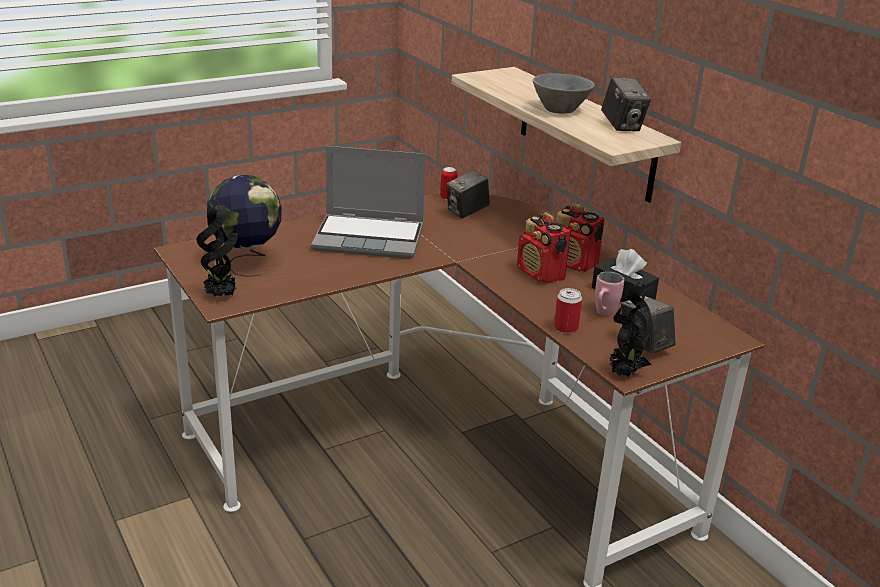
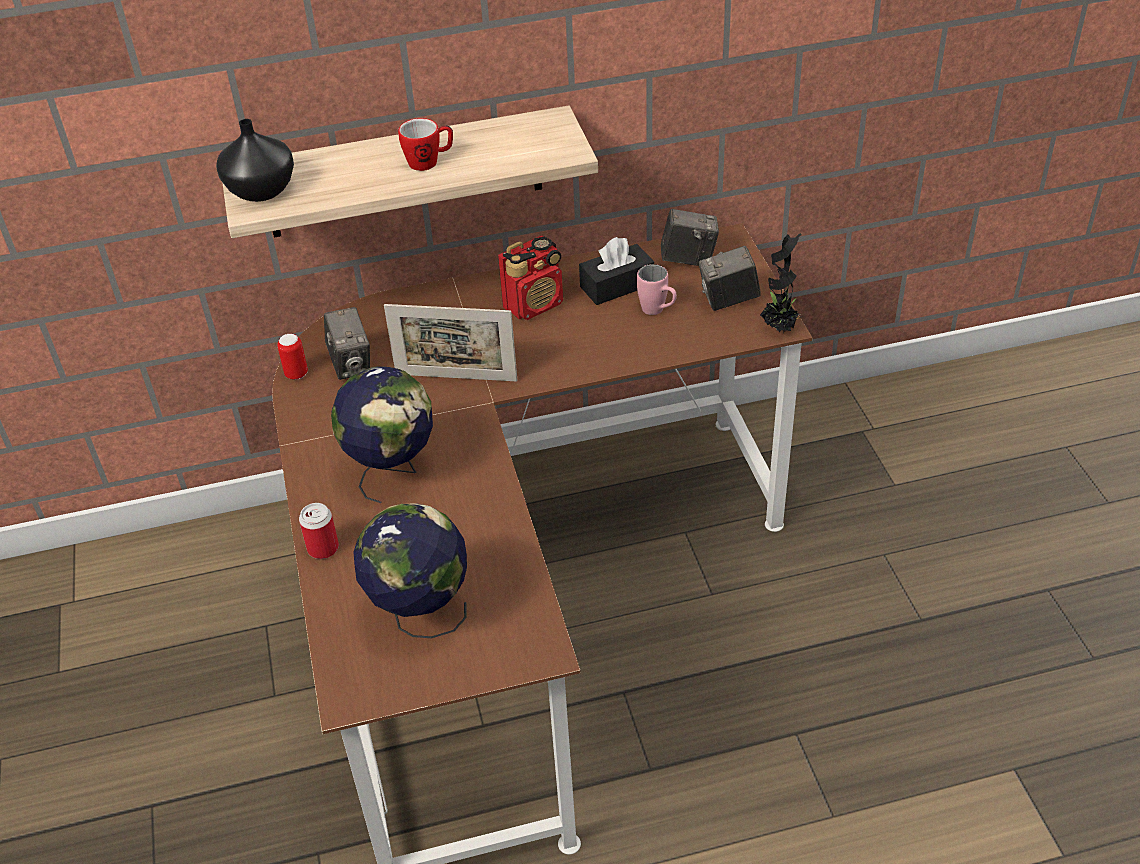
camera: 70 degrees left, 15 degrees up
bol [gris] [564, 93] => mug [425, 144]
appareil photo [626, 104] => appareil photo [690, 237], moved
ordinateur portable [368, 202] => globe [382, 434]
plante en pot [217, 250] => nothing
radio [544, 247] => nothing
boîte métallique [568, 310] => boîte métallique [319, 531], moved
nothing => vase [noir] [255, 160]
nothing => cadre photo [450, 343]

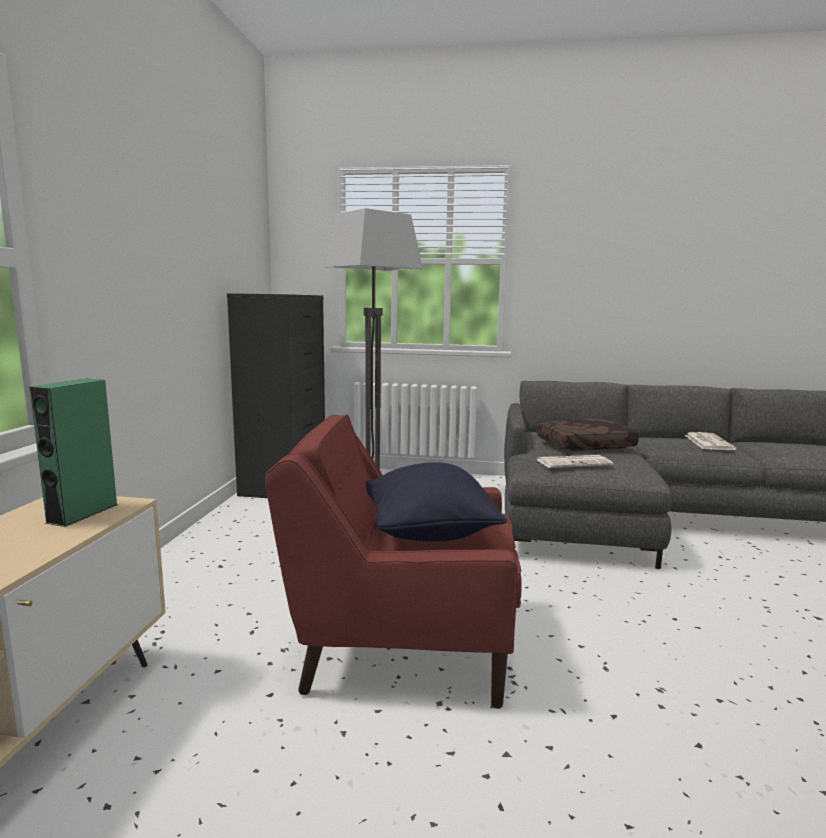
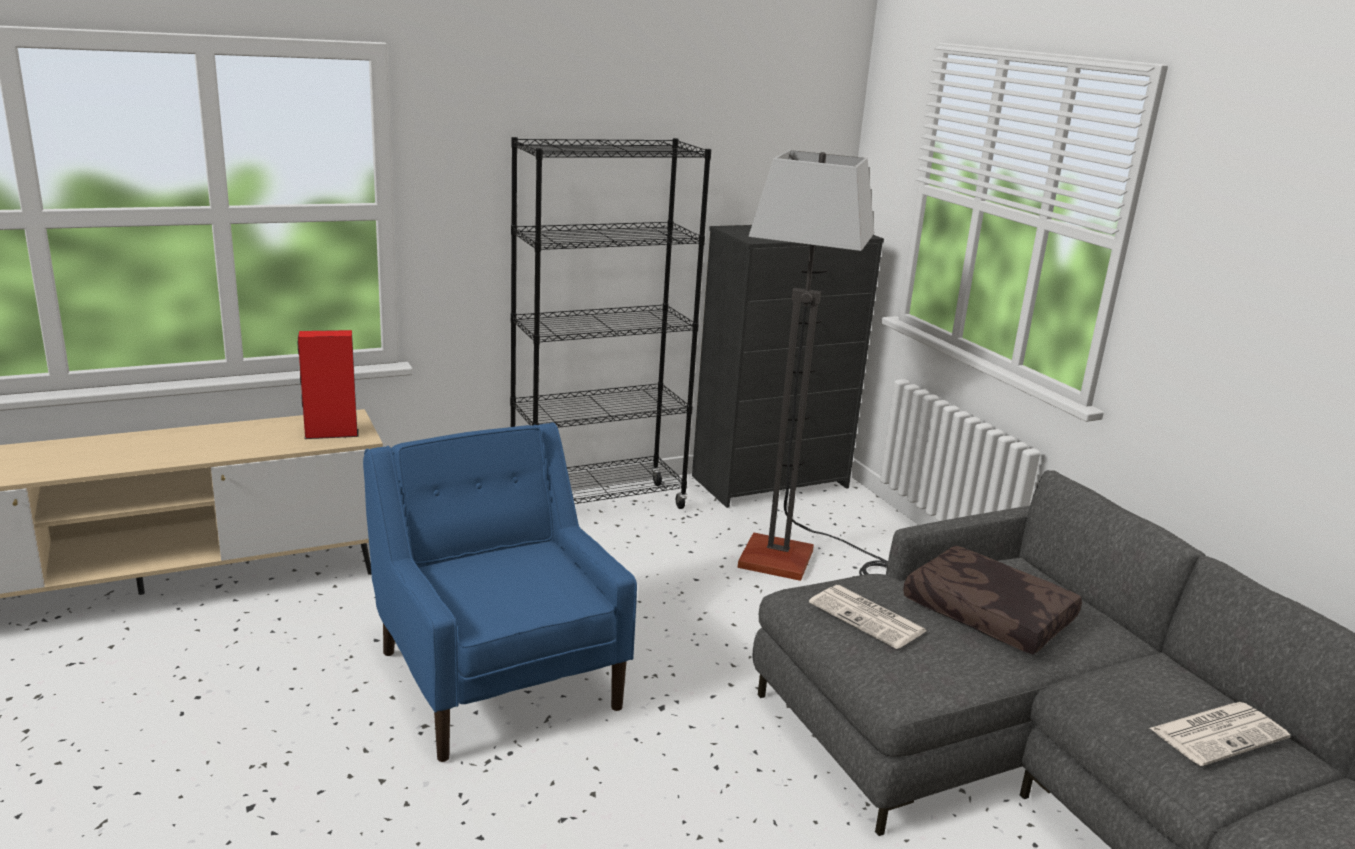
camera: 55 degrees right, 10 degrees up
enceinte [vert] [74, 453] => enceinte [rouge] [328, 384]
fauteuil [rouge] [393, 561] => fauteuil [bleu] [500, 592]
coussin [noir] [436, 502] => nothing
nothing => bibliothèque [noir] [610, 323]

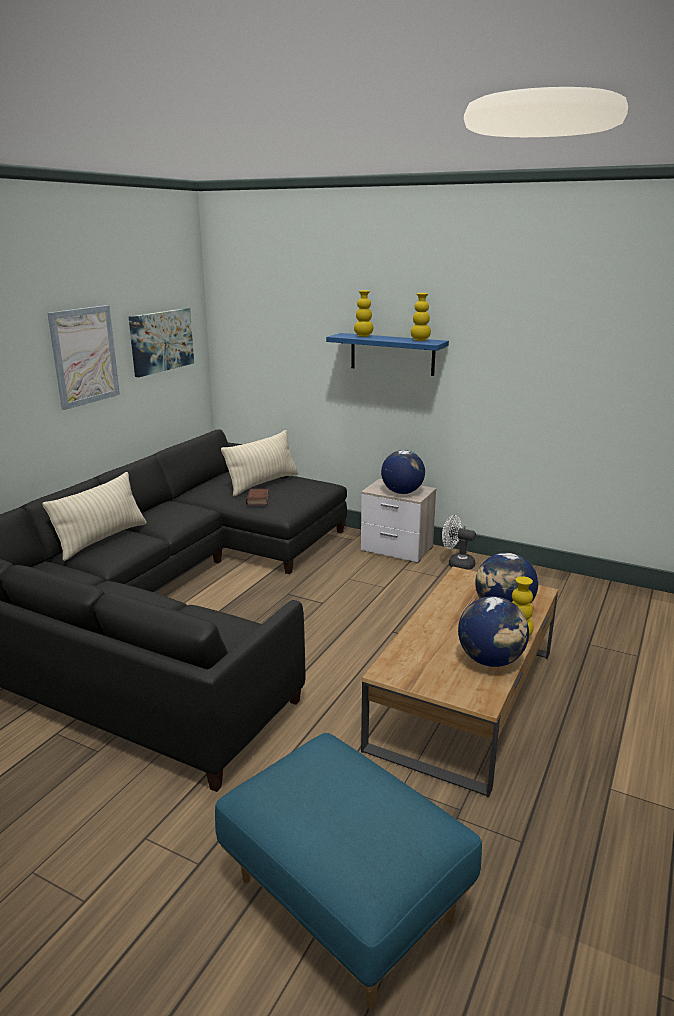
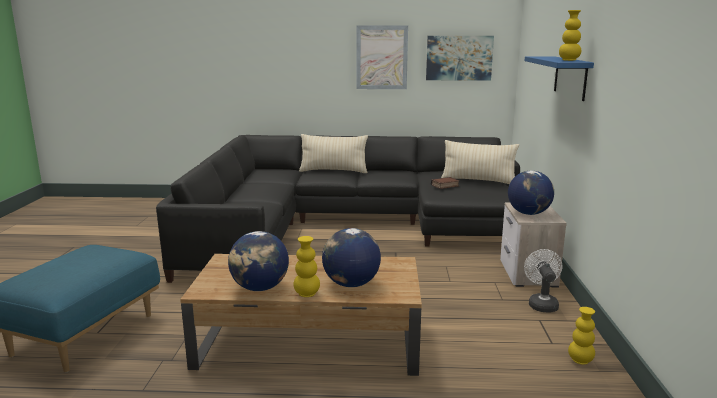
camera: 65 degrees right, 5 degrees down
vase [jaune] [363, 313] => vase [jaune] [581, 336], moved

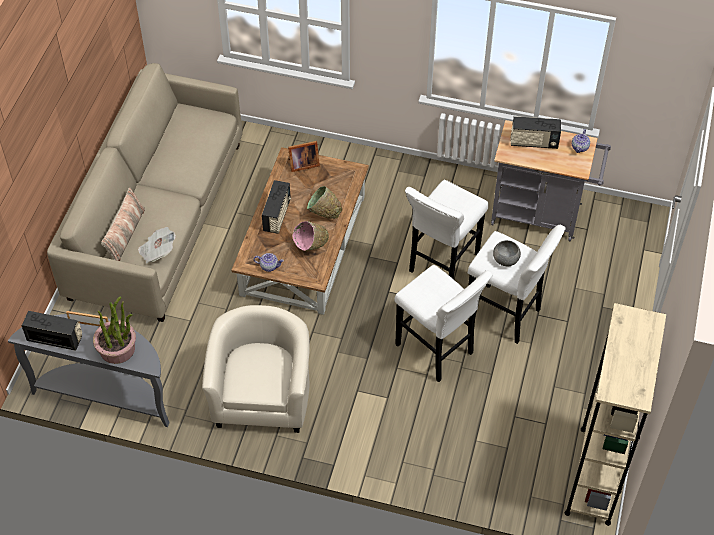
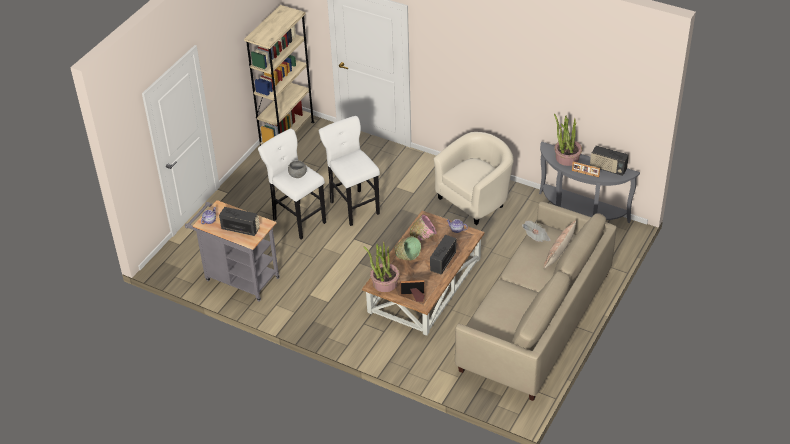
camera: 165 degrees left, 10 degrees down
tabouret [blanc] [447, 229] => nothing
fauteuil [beige] [256, 369] => fauteuil [beige] [474, 178], 150 degrees counterclockwise
nothing => plante en pot [382, 267]

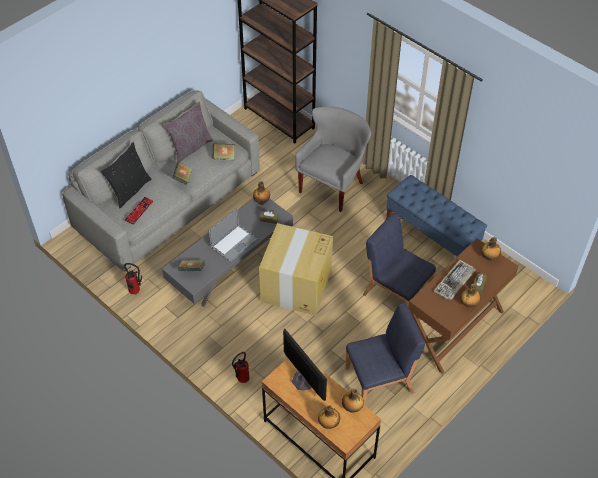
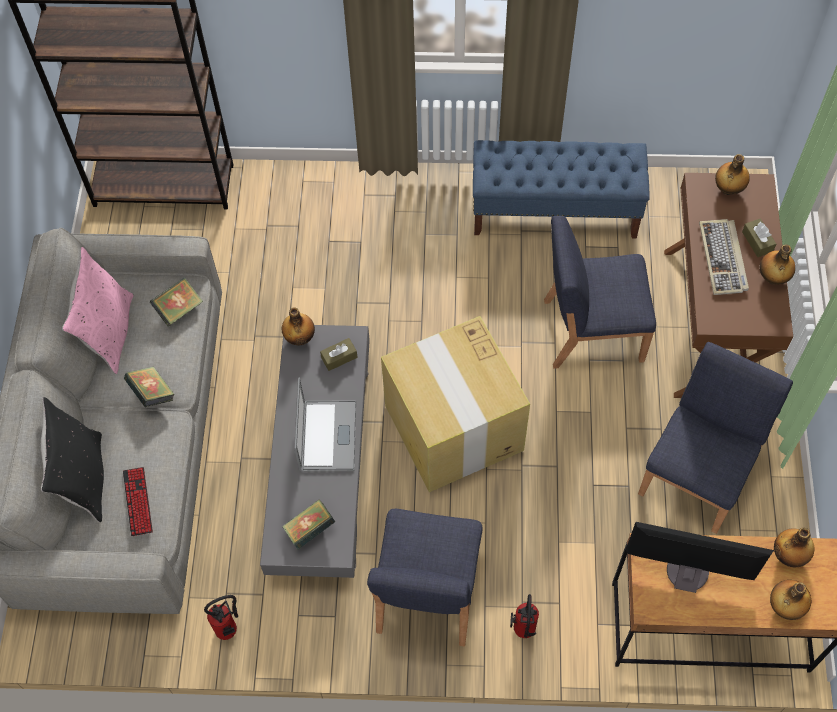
camera: 40 degrees left, 10 degrees up
coussin [gris] [188, 132] => coussin [rose] [97, 310]
fauteuil [gris] [333, 159] => nothing
nothing => chaise [bleu] [424, 578]

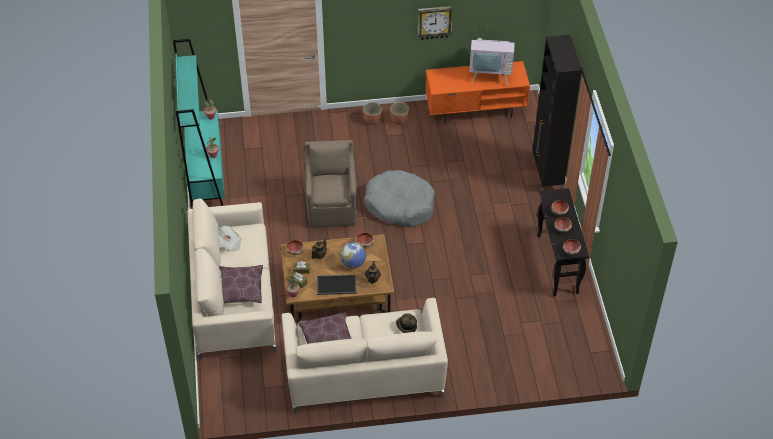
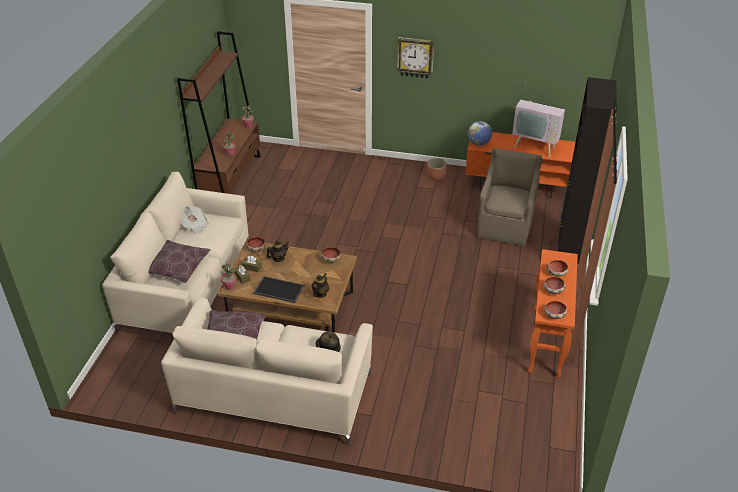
camera: 20 degrees right, 10 degrees down
horloge murale [435, 23] => horloge murale [415, 57], moved
bibliothèque [turquoise] [199, 123] => bibliothèque [marron] [218, 112]
cache-pot [372, 113] => nothing
fauteuil [marron] [331, 184] => fauteuil [marron] [509, 197], moved
panier pour chien [gris] [399, 198] => nothing
table console [noir] [563, 242] => table console [orange] [553, 313]
globe [353, 255] => globe [480, 133], moved

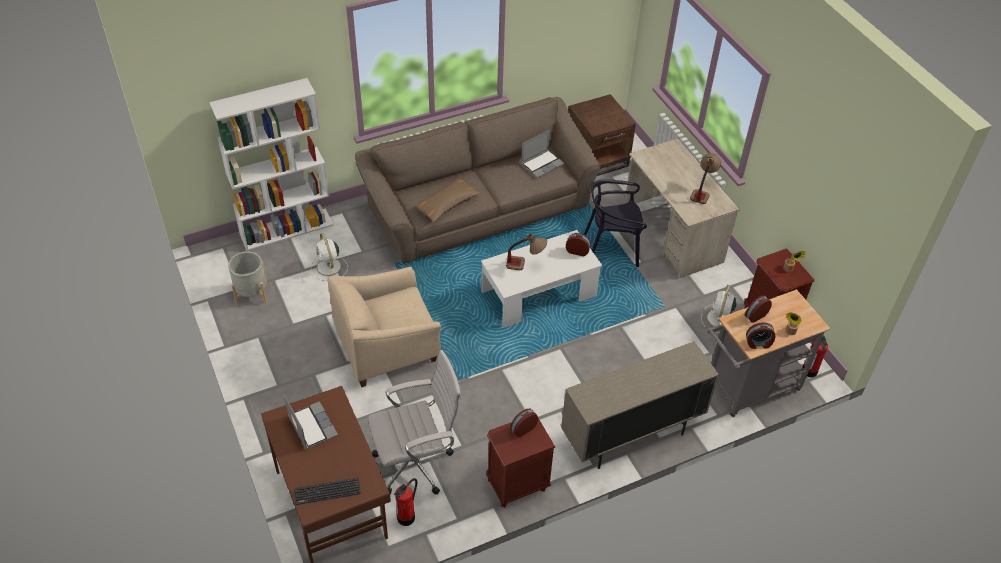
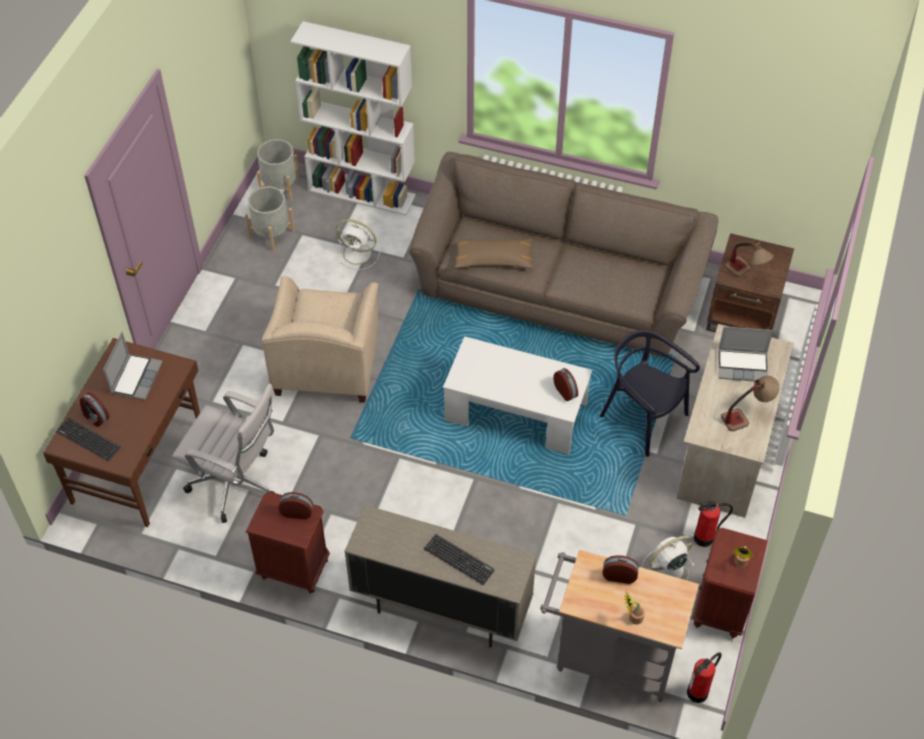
camera: 45 degrees right, 5 degrees up
ordinateur portable [543, 154] => ordinateur portable [745, 353], moved
ventilateur [blanc] [329, 257] => ventilateur [blanc] [358, 244], 90 degrees counterclockwise
lampe de table [526, 252] => lampe de table [749, 259], moved
fauteuil [beige] [384, 326] => fauteuil [beige] [320, 339], 105 degrees counterclockwise
réveil [760, 335] => réveil [94, 409], moved
extincteur [406, 502] => extincteur [713, 524], moved
nothing => cache-pot [gris] [278, 170]
nothing => clavier [459, 559]

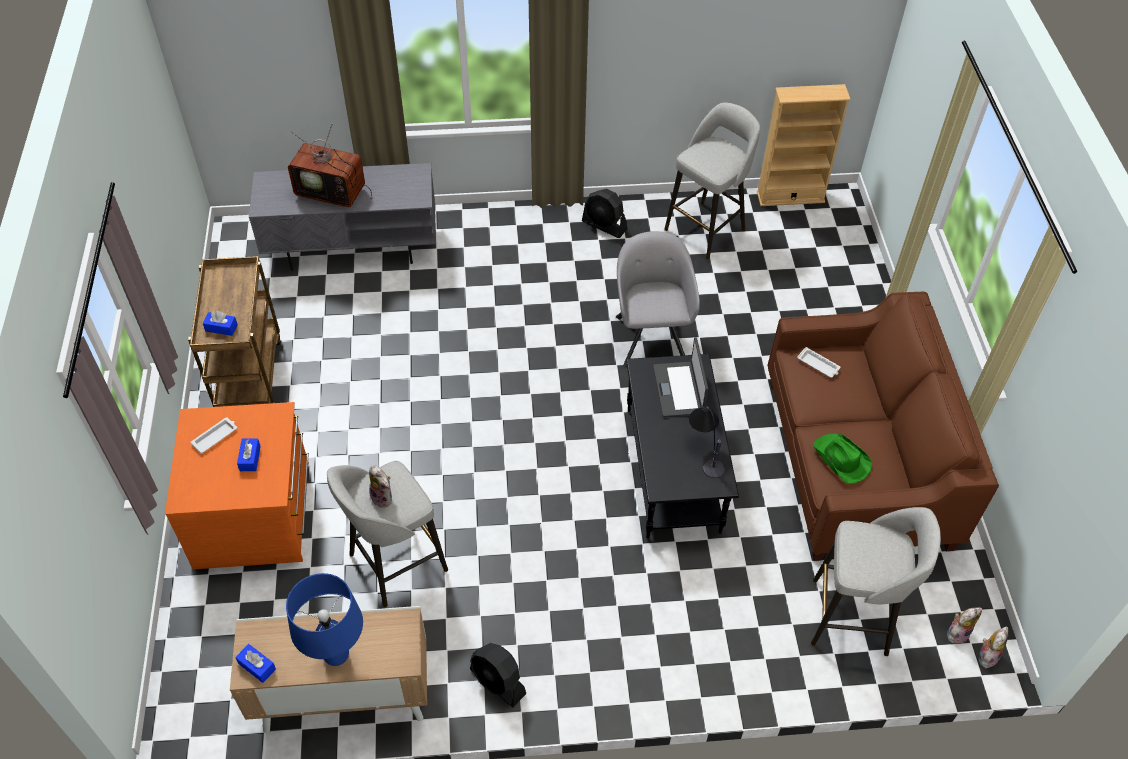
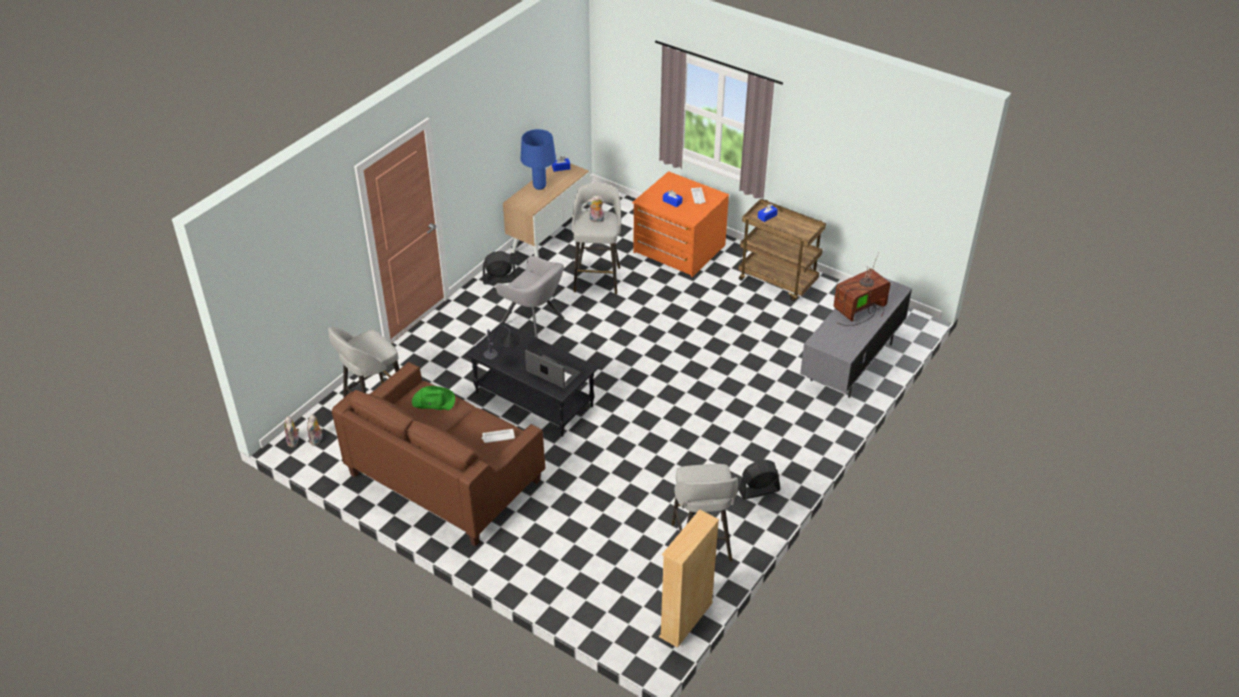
camera: 130 degrees right, 10 degrees down
fauteuil [gris] [658, 299] => fauteuil [gris] [530, 297], moved

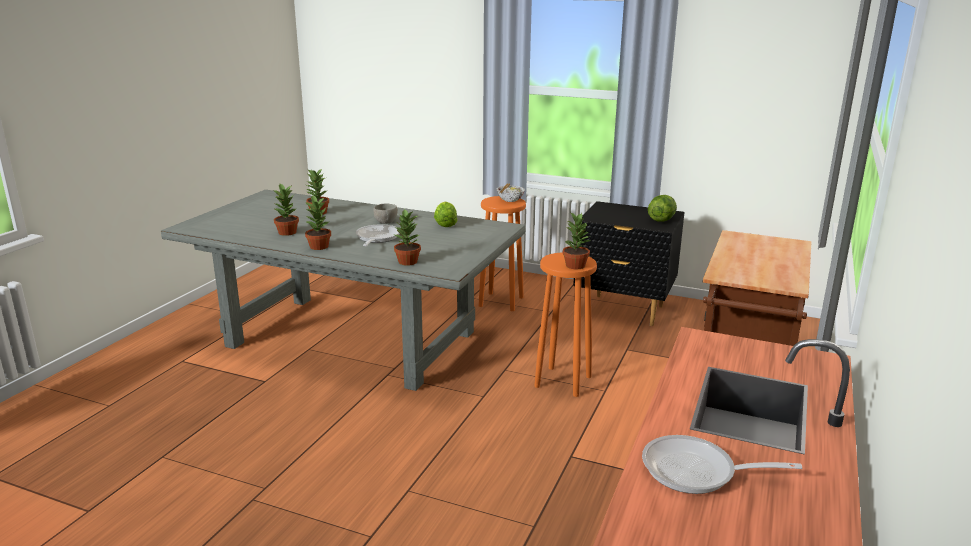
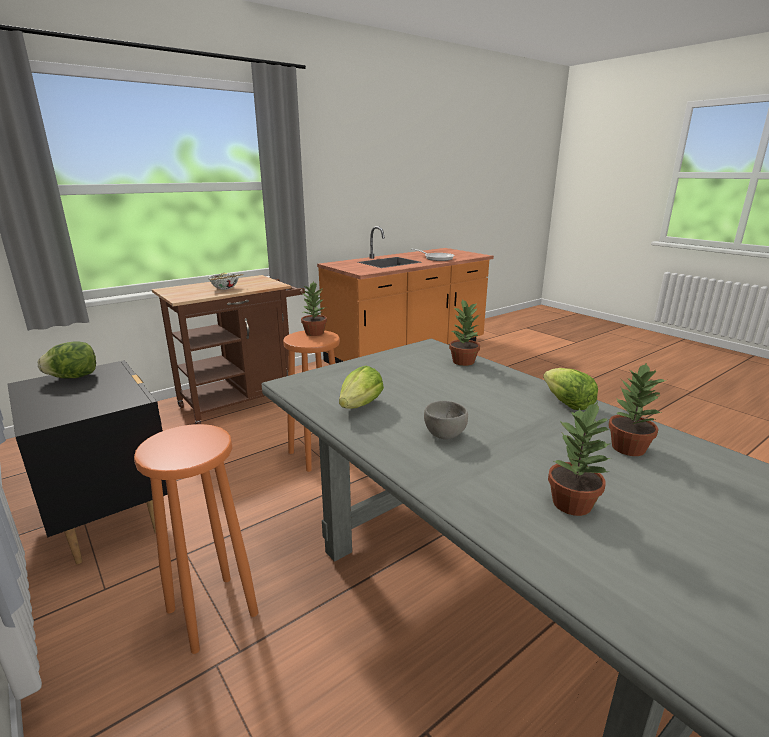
camera: 150 degrees left, 0 degrees up
bol [510, 192] => bol [225, 281], moved
plante en pot [318, 222] => laitue [570, 389]
poêle [377, 235] => nothing

